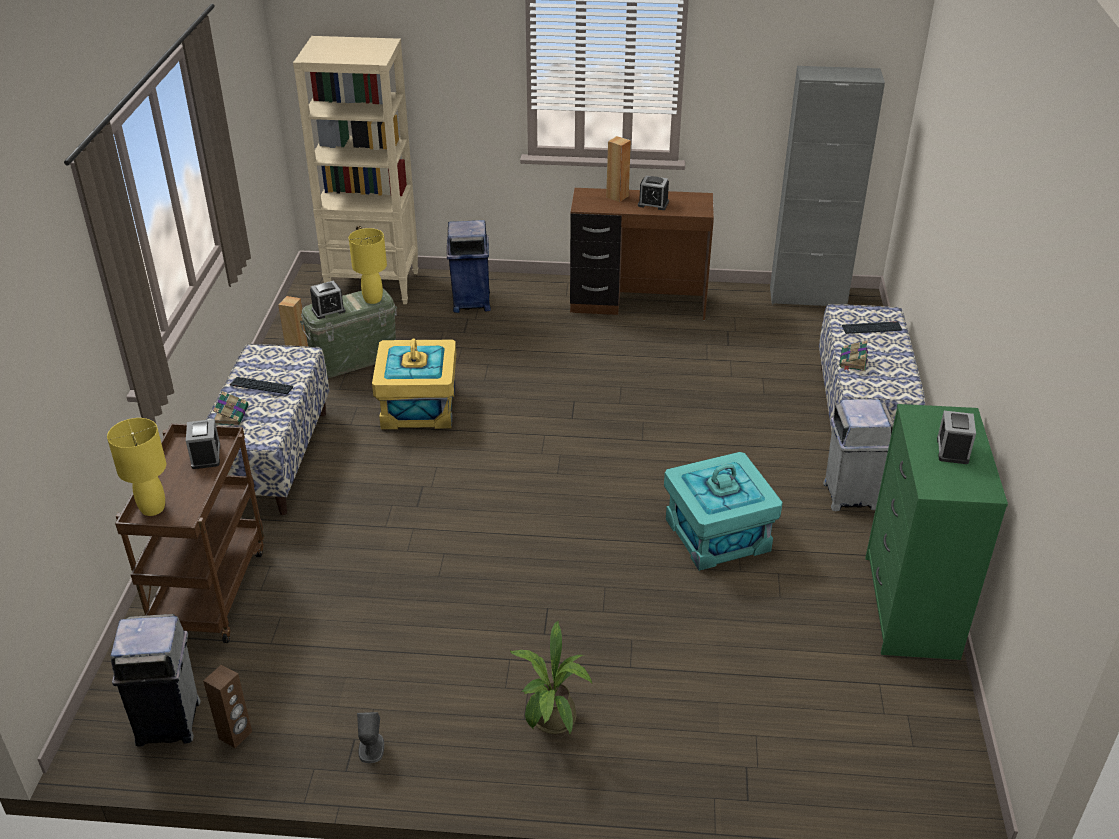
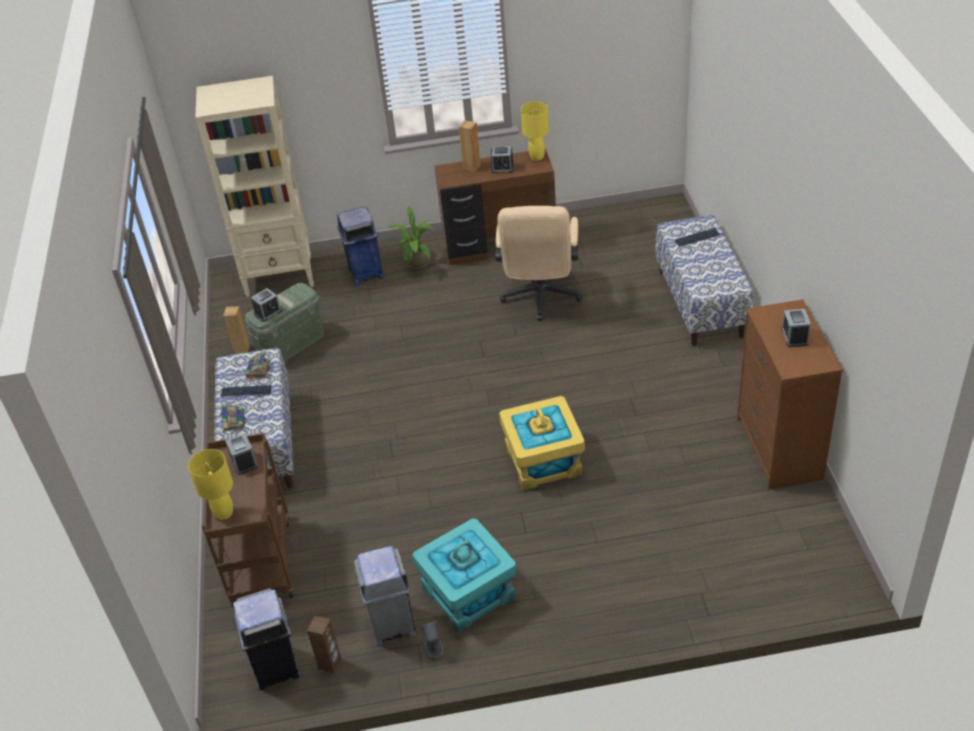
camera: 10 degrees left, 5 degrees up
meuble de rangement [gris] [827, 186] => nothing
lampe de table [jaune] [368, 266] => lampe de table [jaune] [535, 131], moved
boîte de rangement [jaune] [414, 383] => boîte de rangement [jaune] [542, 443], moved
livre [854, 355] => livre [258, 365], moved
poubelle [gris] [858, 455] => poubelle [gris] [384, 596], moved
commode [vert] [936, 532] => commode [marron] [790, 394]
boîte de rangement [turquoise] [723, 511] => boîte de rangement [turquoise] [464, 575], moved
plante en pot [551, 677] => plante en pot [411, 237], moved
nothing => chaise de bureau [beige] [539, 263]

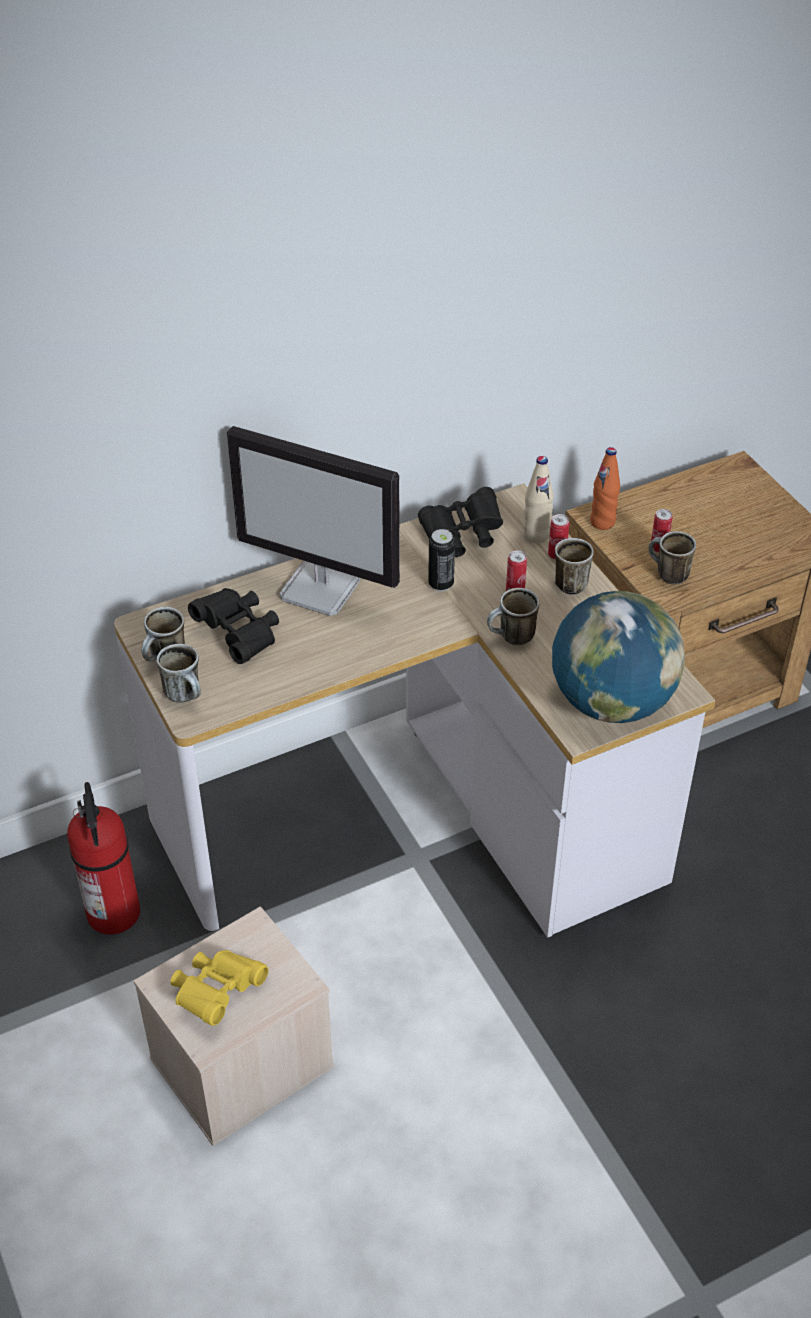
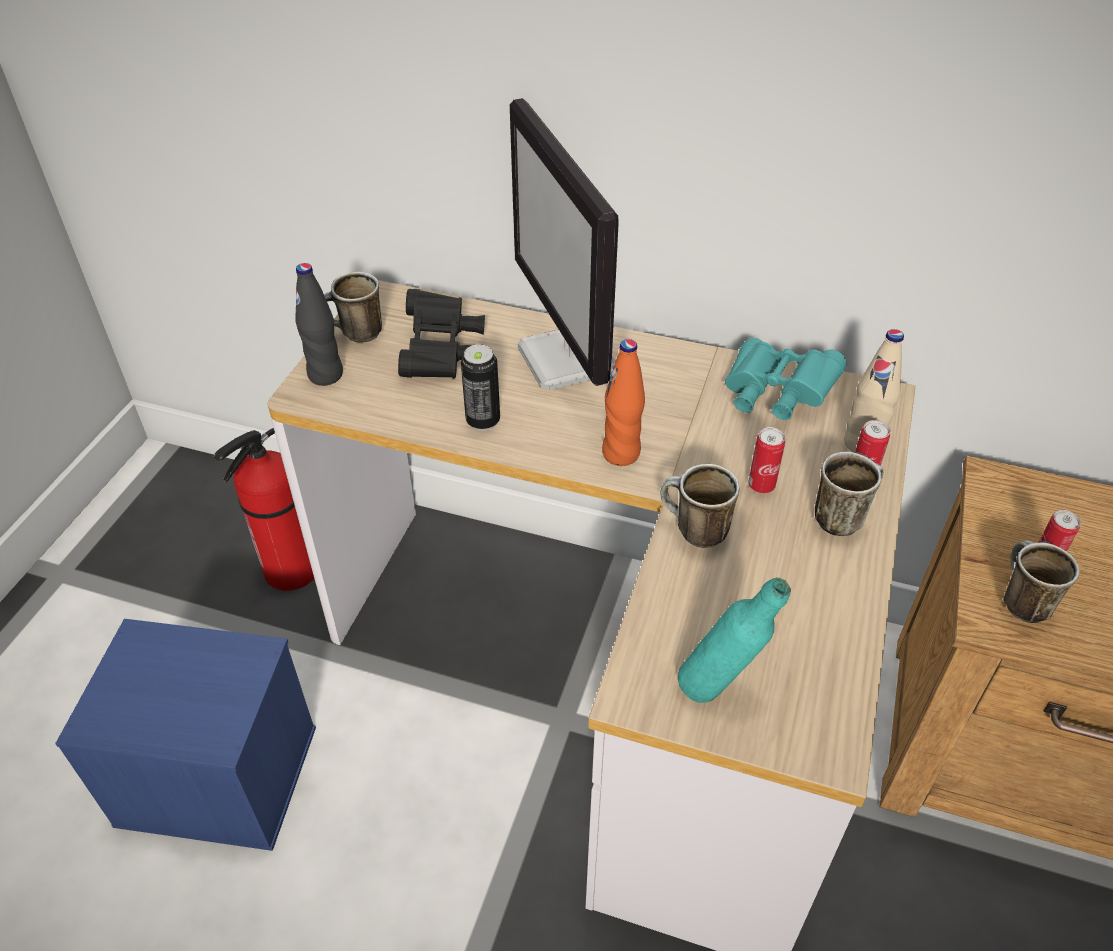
camera: 45 degrees right, 0 degrees up
bouteille [orange] [605, 488] => bouteille [orange] [623, 402], moved
jumelles [noir] [460, 522] => jumelles [turquoise] [786, 379]
boîte métallique [441, 560] => boîte métallique [480, 387], moved
globe [618, 657] => bouteille [turquoise] [734, 640]
mug [179, 673] => bouteille [noir] [319, 324]
boîte de rangement [beige] [233, 1026] => boîte de rangement [bleu] [185, 735]
jumelles [jaune] [219, 988] => nothing

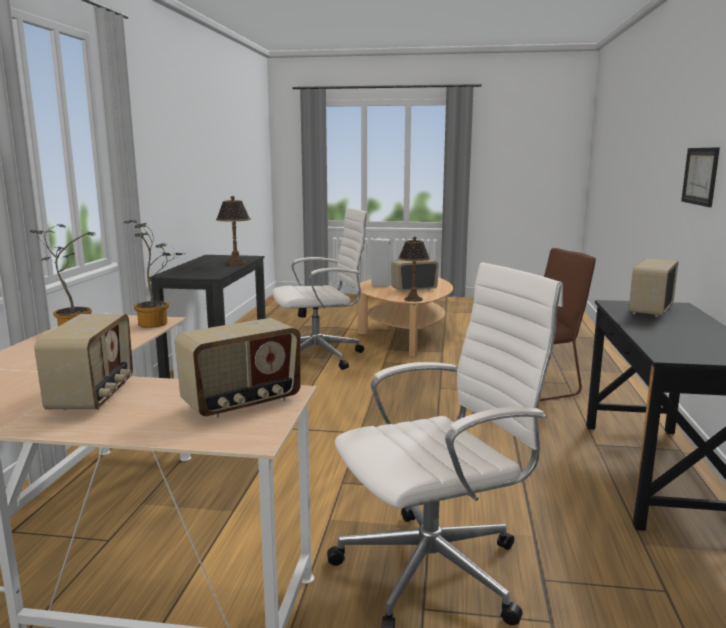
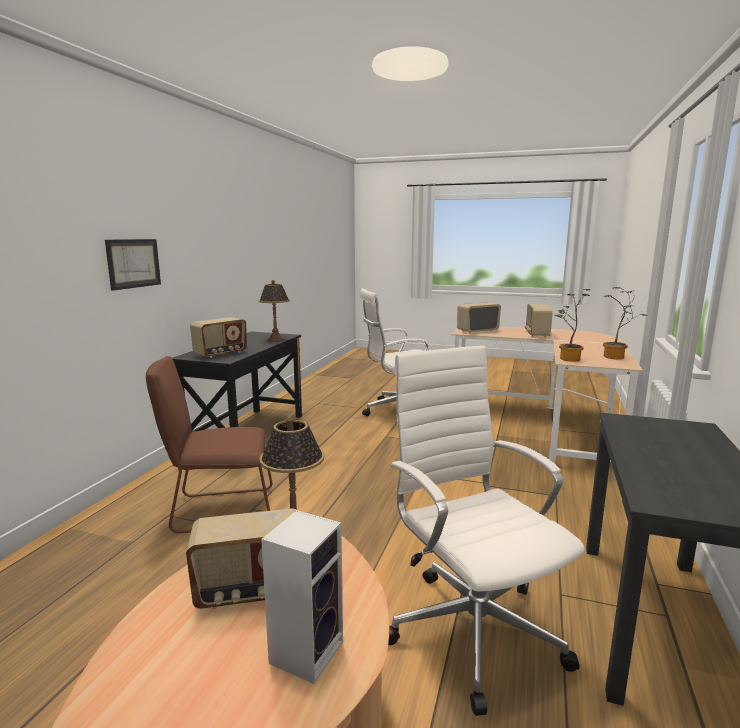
camera: 170 degrees left, 0 degrees up
lampe de table [233, 230] => lampe de table [274, 311], moved
chaise de bureau [blanc] [320, 288] => chaise de bureau [blanc] [486, 530], 75 degrees clockwise

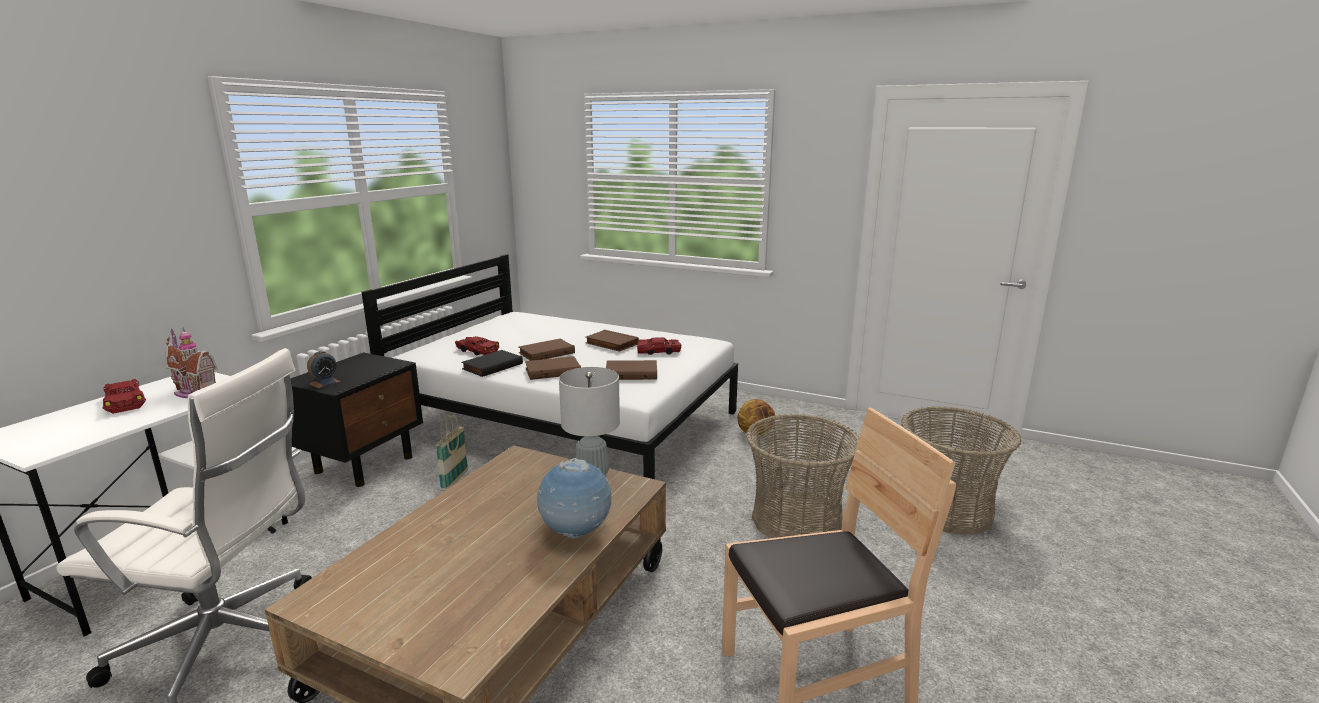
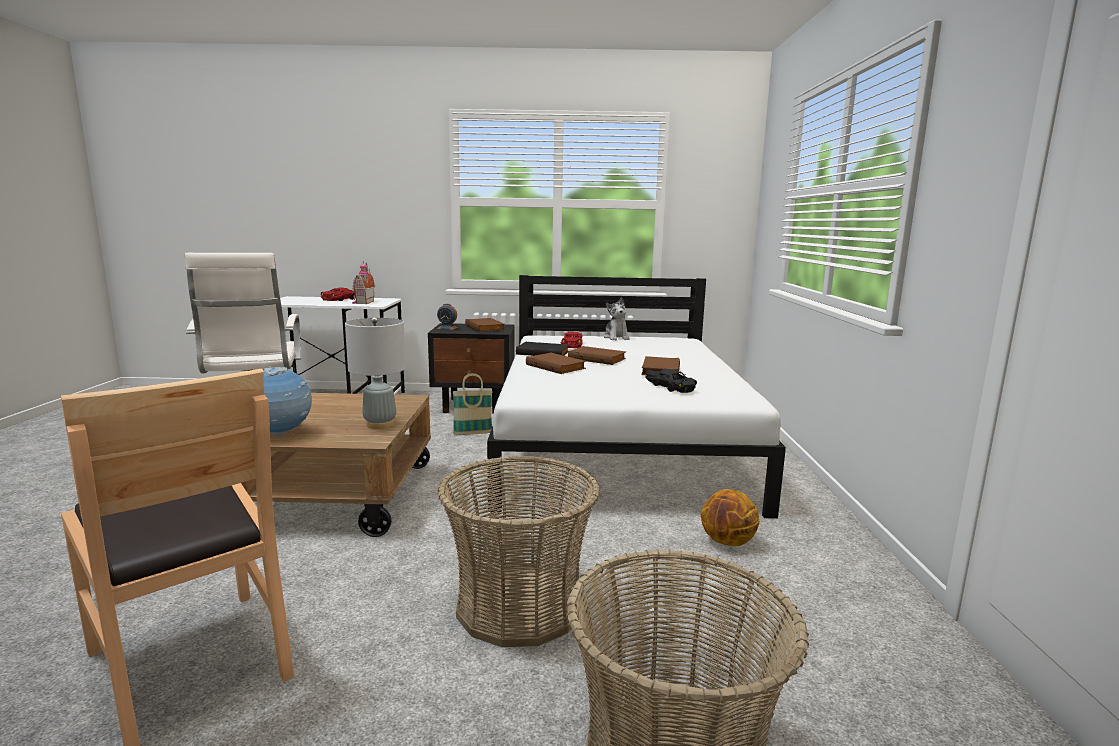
camera: 65 degrees right, 5 degrees down
petite voiture [rouge] [659, 346] => petite voiture [noir] [671, 380]
livre [marron] [631, 370] => livre [marron] [485, 325], moved
nothing => peluche [616, 319]

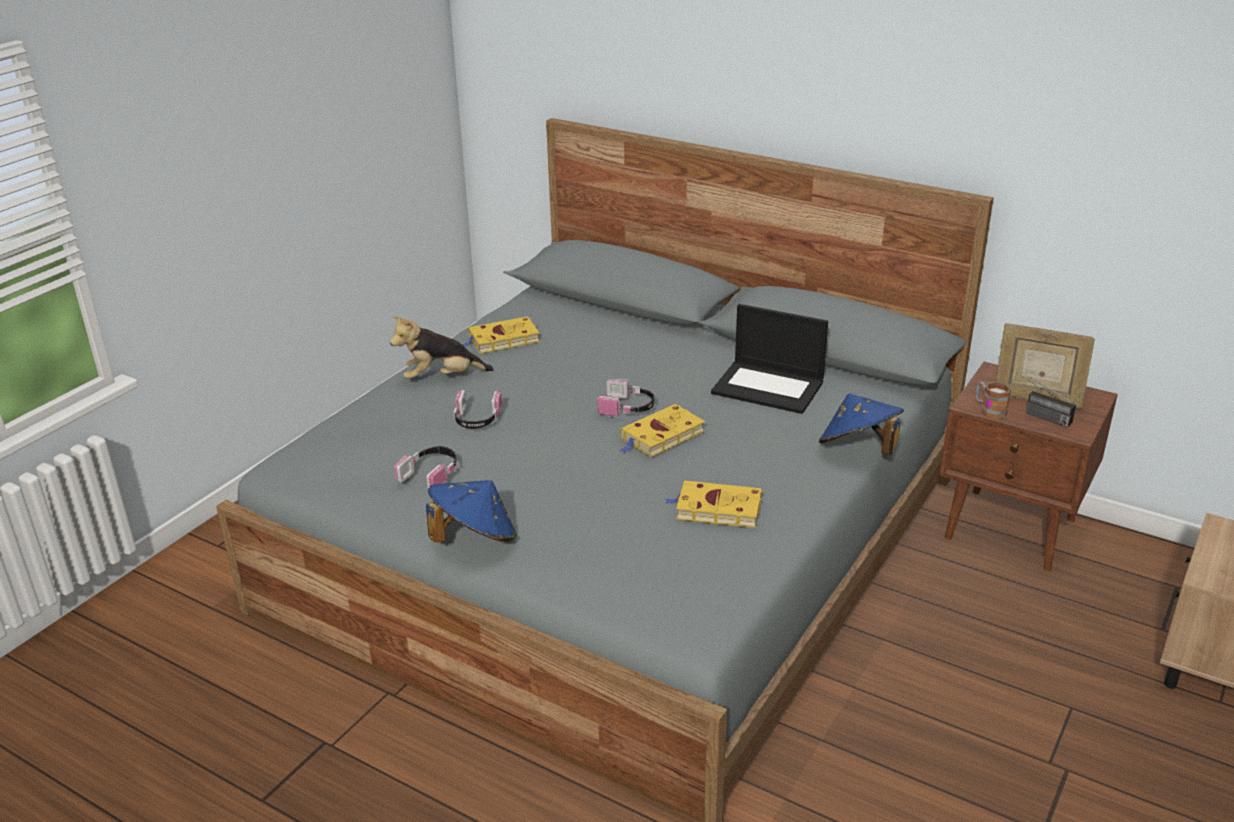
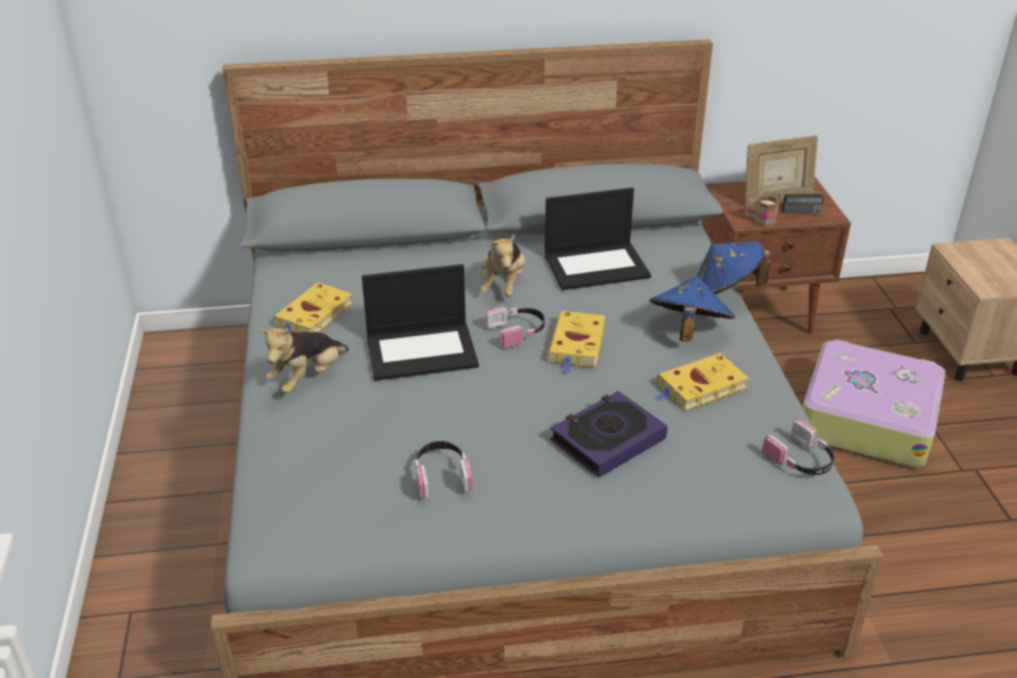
camera: 40 degrees left, 5 degrees up
casque audio [477, 409] => casque audio [798, 447], moved
chapeau [bleu] [471, 511] => chapeau [bleu] [692, 309], moved
nothing => peluche [502, 266]
nothing => ordinateur portable [420, 322]
nothing => valise [874, 403]
nothing => livre [608, 434]

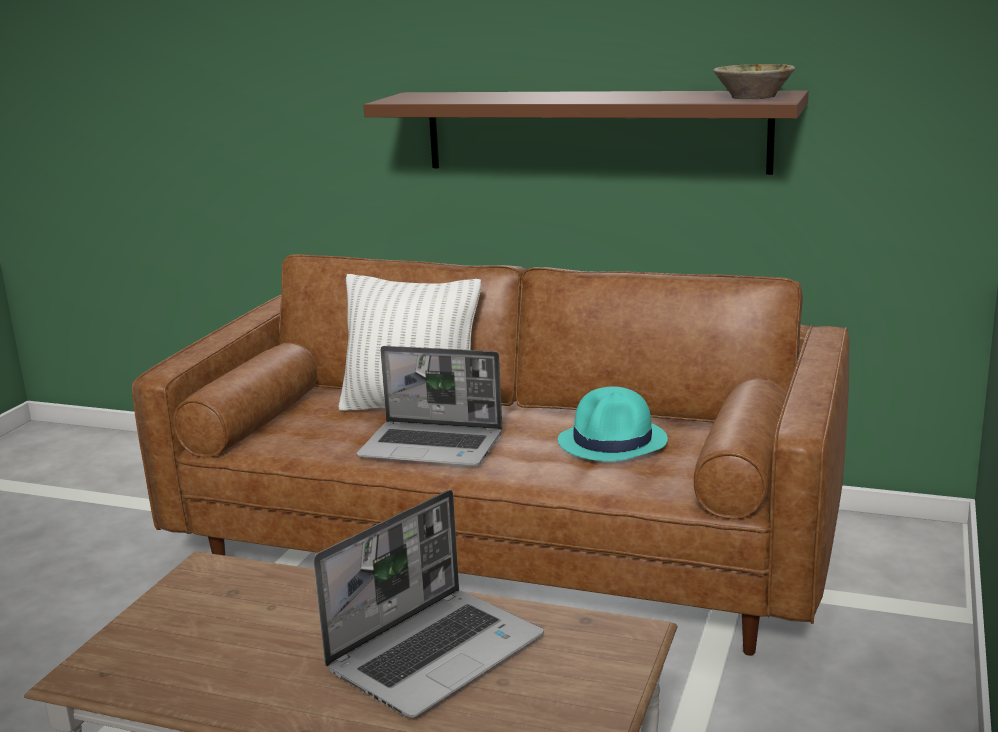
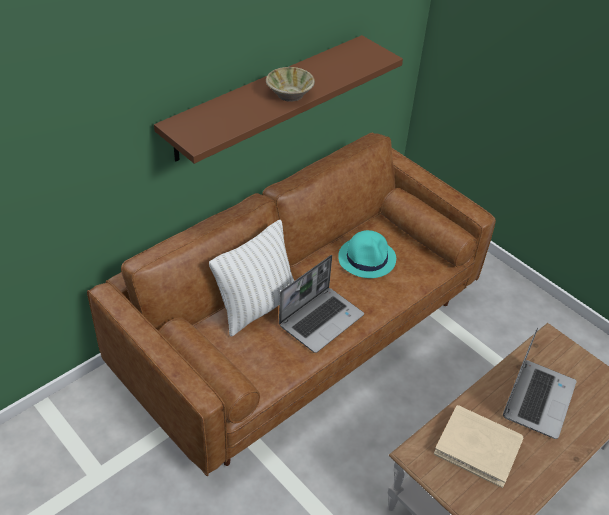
camera: 65 degrees left, 25 degrees up
bol [beige] [754, 81] => bol [beige] [290, 84], moved
ordinateur portable [428, 604] => ordinateur portable [539, 383], 45 degrees clockwise
nothing => livre [beige] [479, 446]

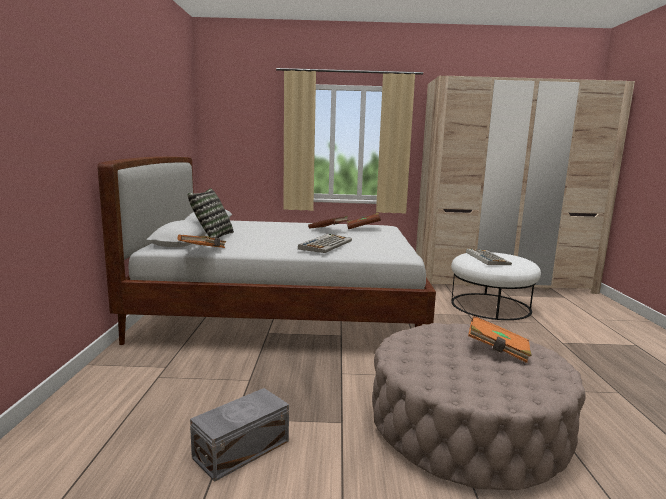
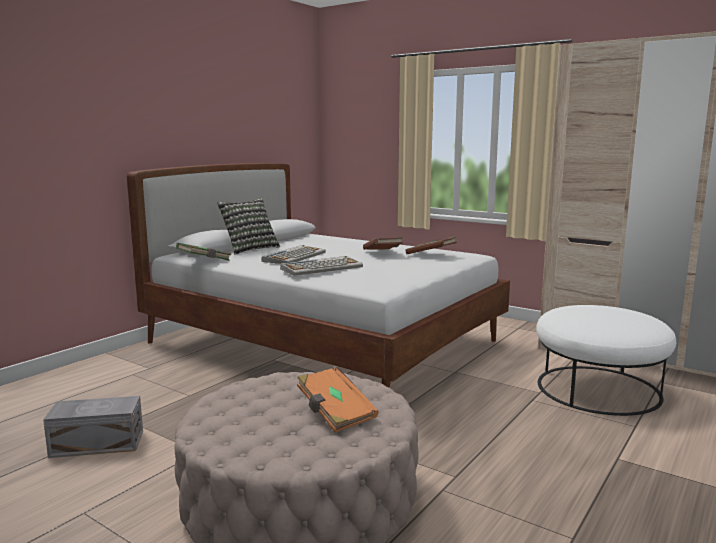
camera: 35 degrees right, 0 degrees up
livre [orange] [202, 241] => livre [vert] [203, 252]
clavier [489, 257] => clavier [293, 254], moved

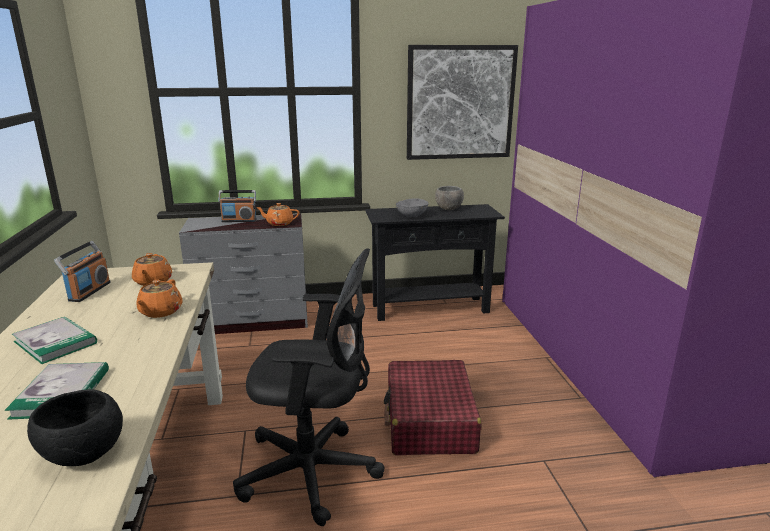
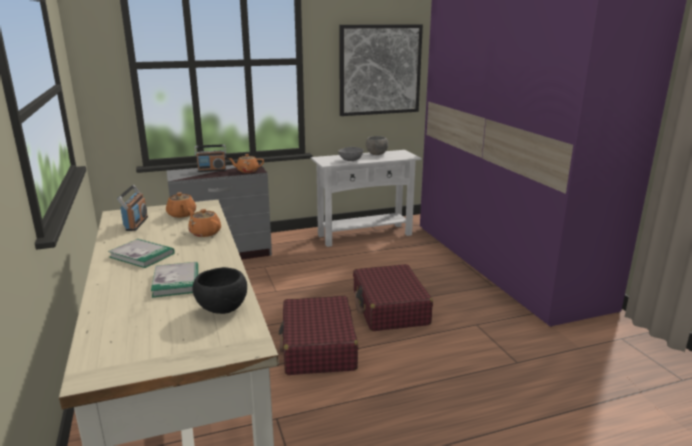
camera: 10 degrees left, 0 degrees up
table console [noir] [435, 262] => table console [blanc] [366, 198]
chaise de bureau [noir] [309, 387] => valise [rouge] [318, 335]
théière [orange] [159, 298] => théière [orange] [204, 222], 135 degrees clockwise

